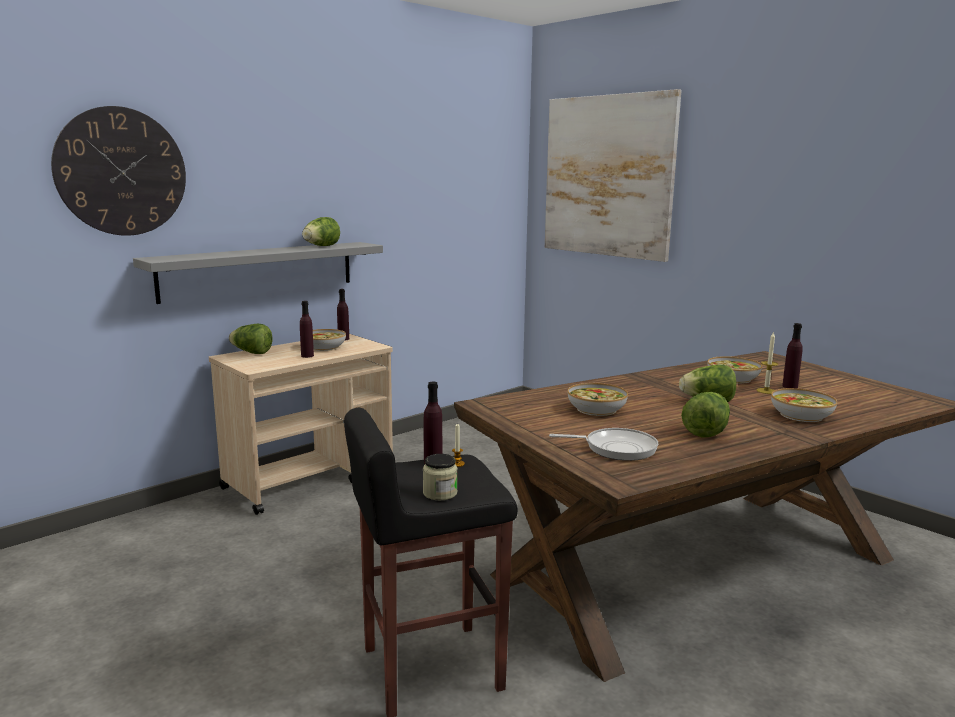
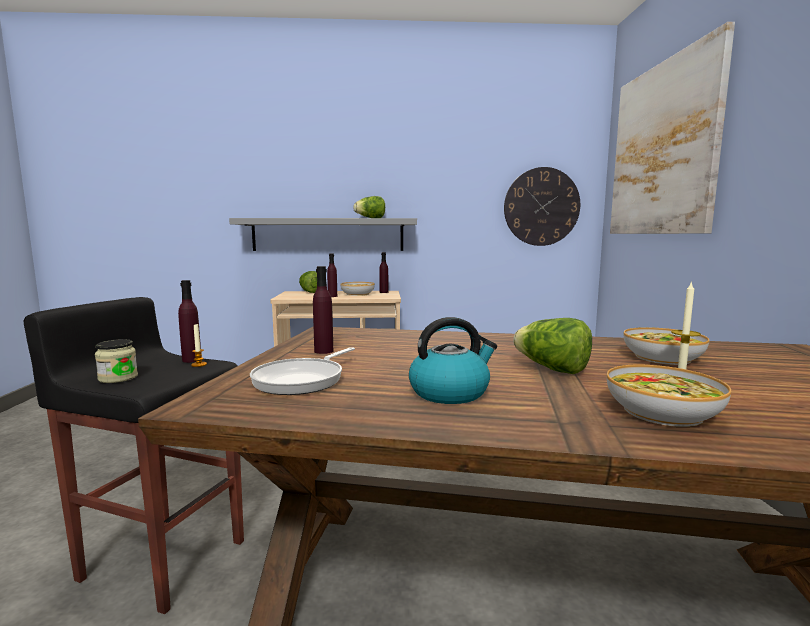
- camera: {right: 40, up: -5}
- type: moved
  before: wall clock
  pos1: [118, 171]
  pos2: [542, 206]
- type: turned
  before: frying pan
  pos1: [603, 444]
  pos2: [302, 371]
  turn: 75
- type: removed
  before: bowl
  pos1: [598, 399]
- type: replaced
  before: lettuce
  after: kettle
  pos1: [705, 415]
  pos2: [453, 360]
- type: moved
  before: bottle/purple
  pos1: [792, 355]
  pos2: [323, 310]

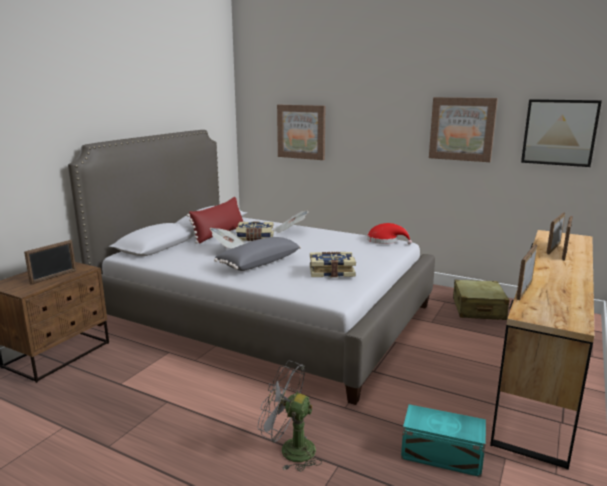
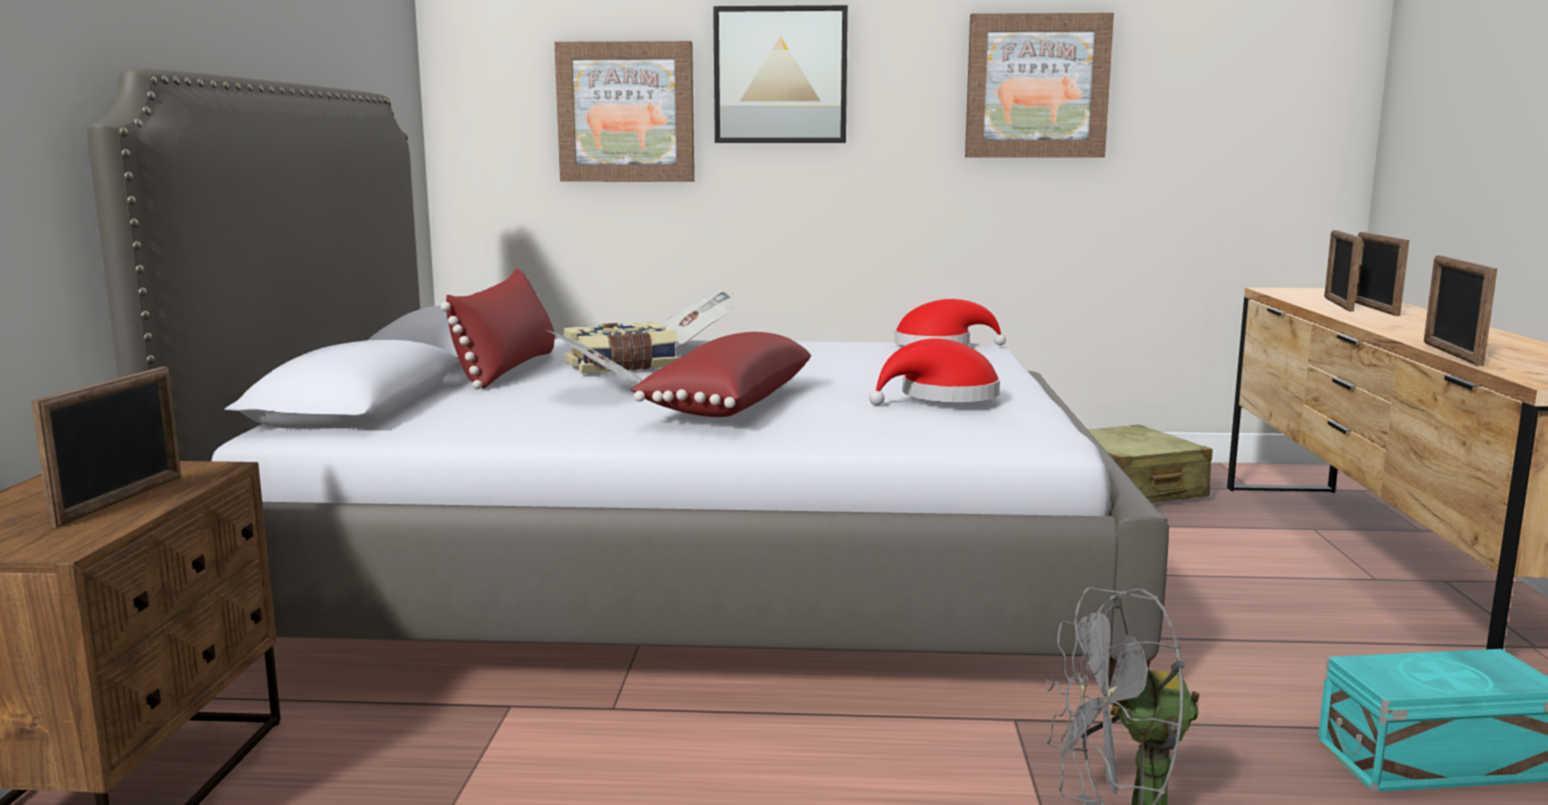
- camera: {right: -25, up: -5}
- type: recoloured
  before: pillow/grey
  after: pillow/red
  pos1: [257, 254]
  pos2: [721, 374]
- type: replaced
  before: book
  after: hat/red
  pos1: [333, 265]
  pos2: [934, 371]
- type: moved
  before: picture
  pos1: [561, 133]
  pos2: [780, 74]

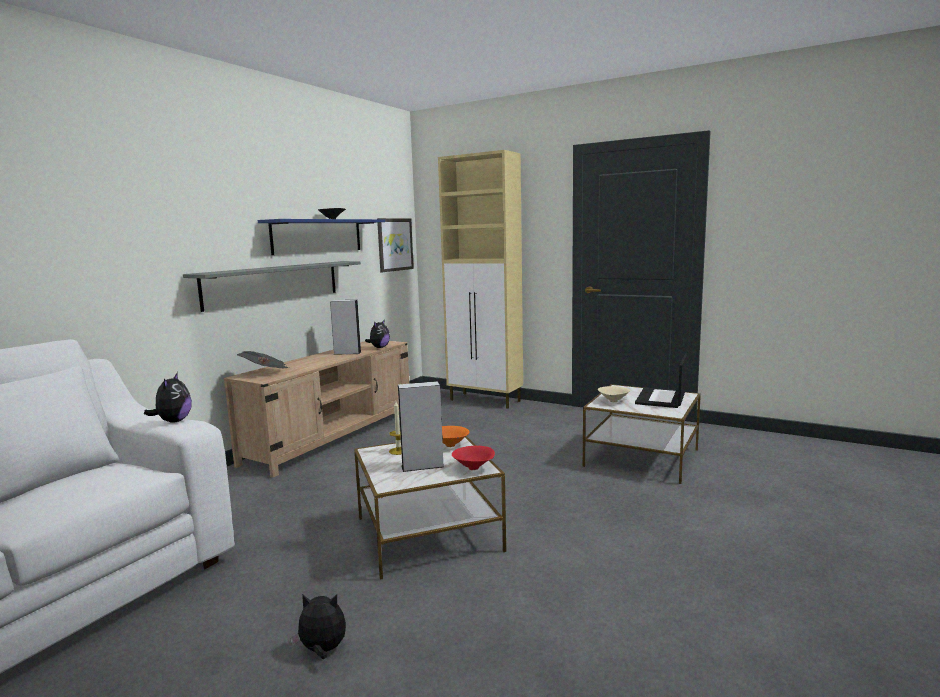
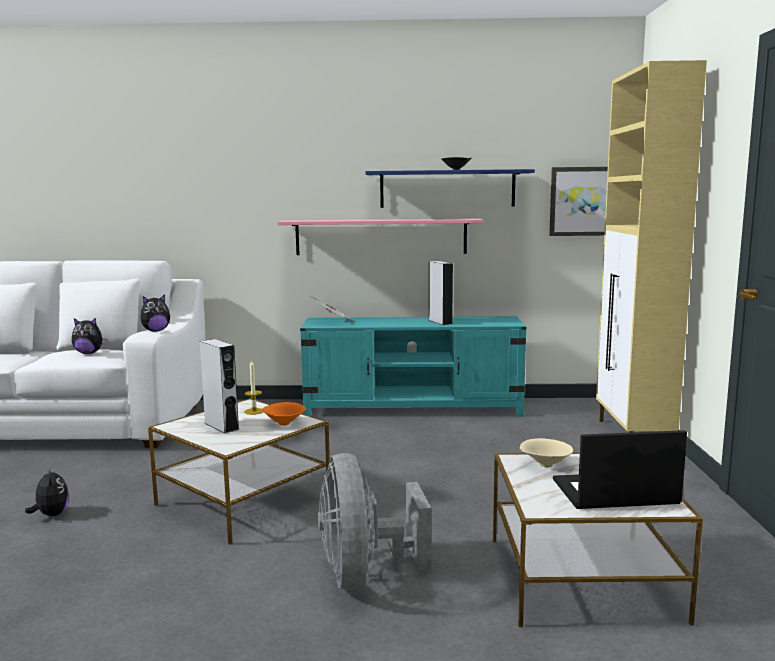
- camera: {right: 60, up: 0}
- type: recoloured
  before: shelf/grey
  after: shelf/pink
  pos1: [272, 286]
  pos2: [380, 237]
- type: recoloured
  before: tv stand/beige
  after: tv stand/turquoise
  pos1: [316, 409]
  pos2: [413, 366]
- type: moved
  before: plush toy
  pos1: [377, 333]
  pos2: [90, 336]
- type: removed
  before: bowl/red
  pos1: [473, 458]
- type: added
  after: fan/grey
  pos2: [374, 521]

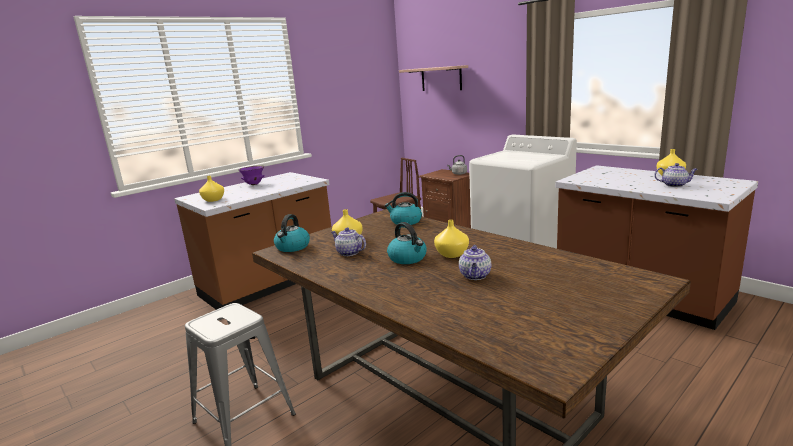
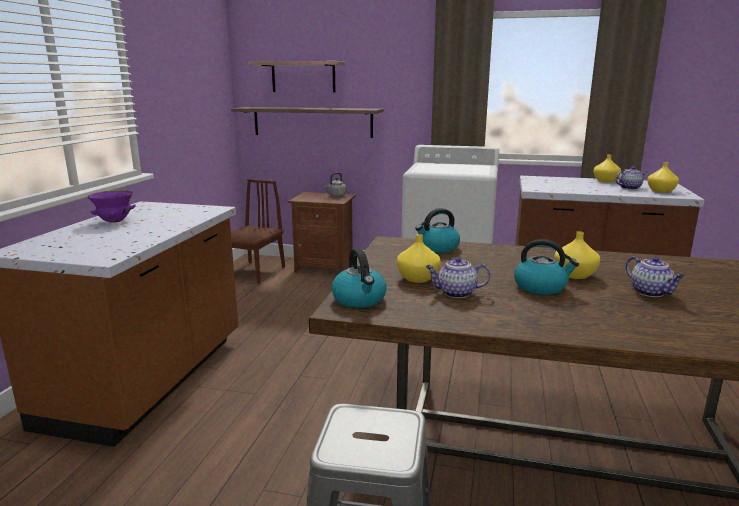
- camera: {right: -35, up: 0}
- type: moved
  before: vase/yellow
  pos1: [211, 189]
  pos2: [663, 177]
- type: added
  after: shelf
  pos2: [307, 122]

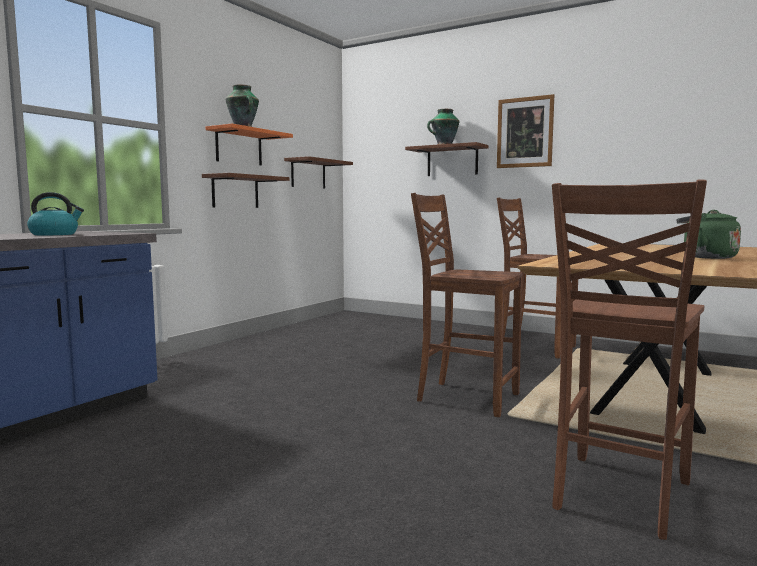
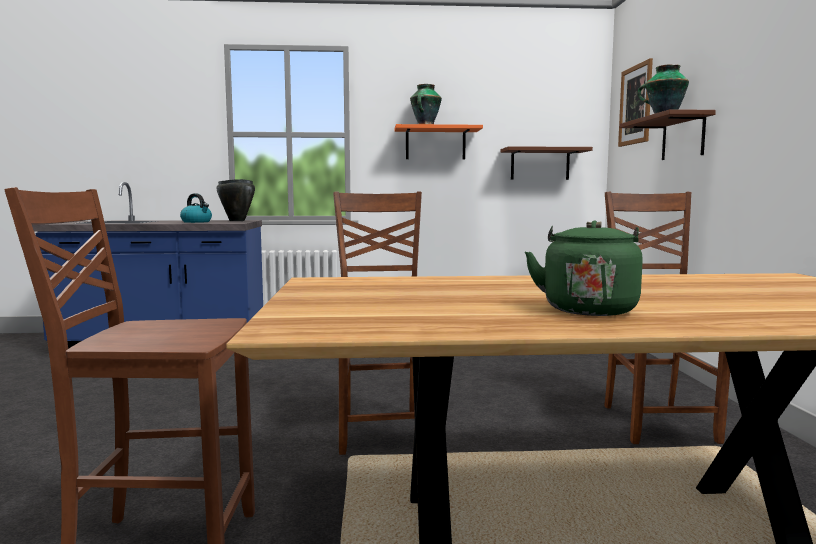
- camera: {right: 55, up: 0}
- type: removed
  before: shelf/brown
  pos1: [245, 190]
- type: moved
  before: picture
  pos1: [525, 131]
  pos2: [635, 102]
- type: added
  after: cooking pot/black
  pos2: [236, 200]

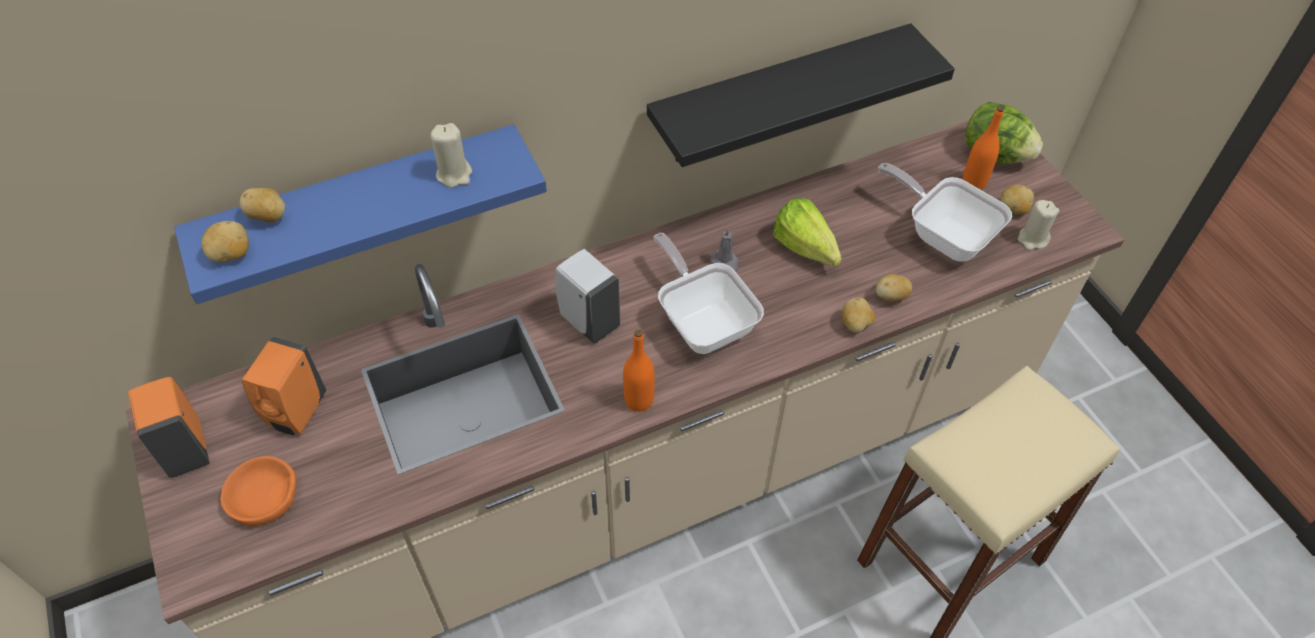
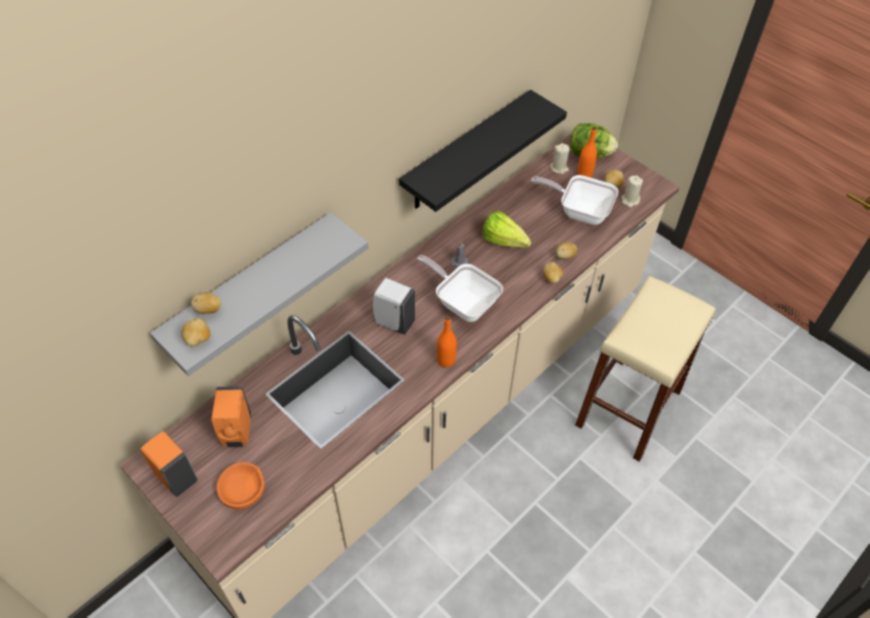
- camera: {right: -20, up: 0}
- type: recoloured
  before: shelf/blue
  after: shelf/grey
  pos1: [360, 214]
  pos2: [259, 294]
- type: moved
  before: candle/beige
  pos1: [451, 155]
  pos2: [560, 158]

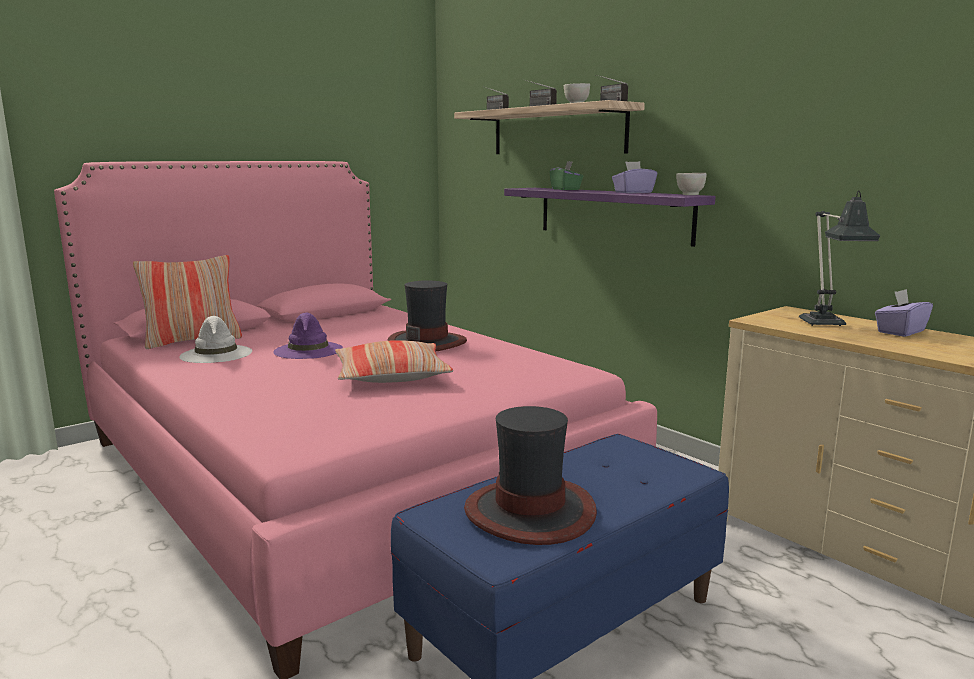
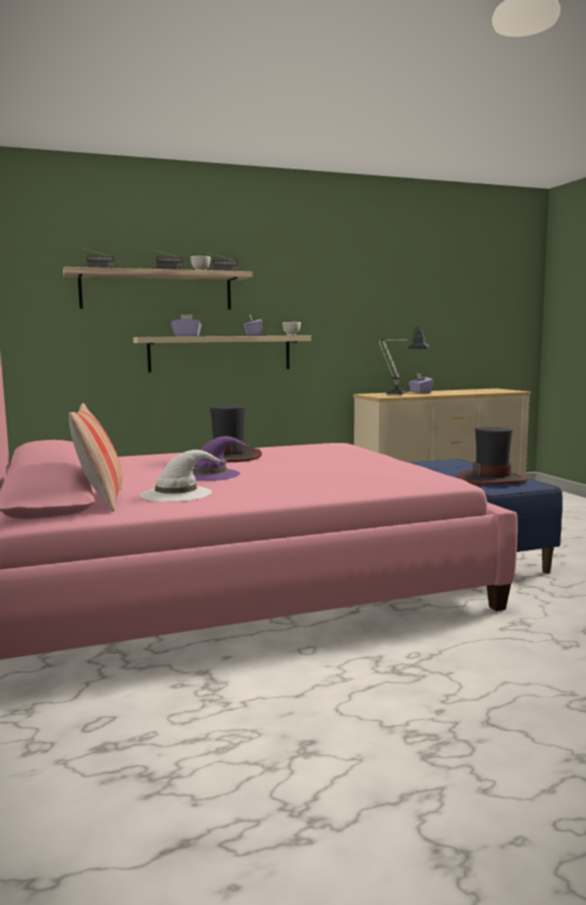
- camera: {right: -70, up: -5}
- type: removed
  before: pillow
  pos1: [394, 361]
- type: recoloured
  before: shelf/purple
  after: shelf/beige
  pos1: [610, 217]
  pos2: [222, 354]
- type: recoloured
  before: tissue box/green
  after: tissue box/purple
  pos1: [566, 175]
  pos2: [186, 325]

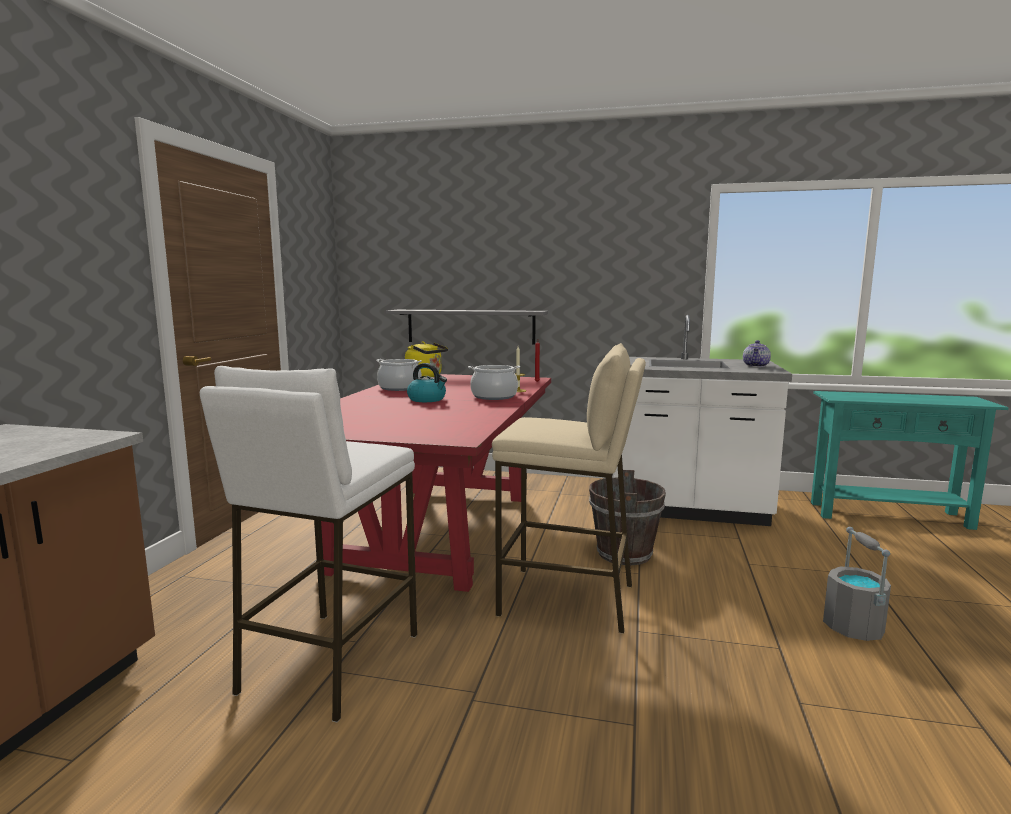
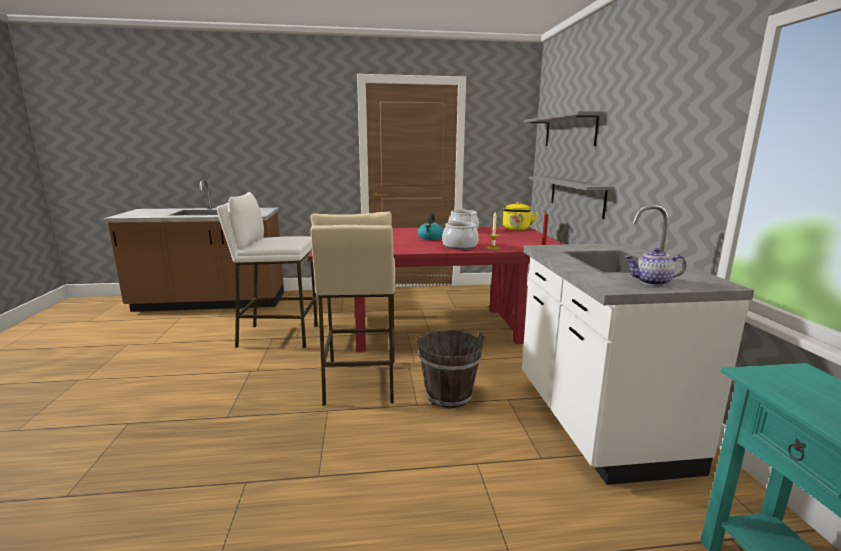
- camera: {right: 70, up: 5}
- type: removed
  before: bucket/grey
  pos1: [857, 584]
- type: added
  after: shelf/grey
  pos2: [565, 128]

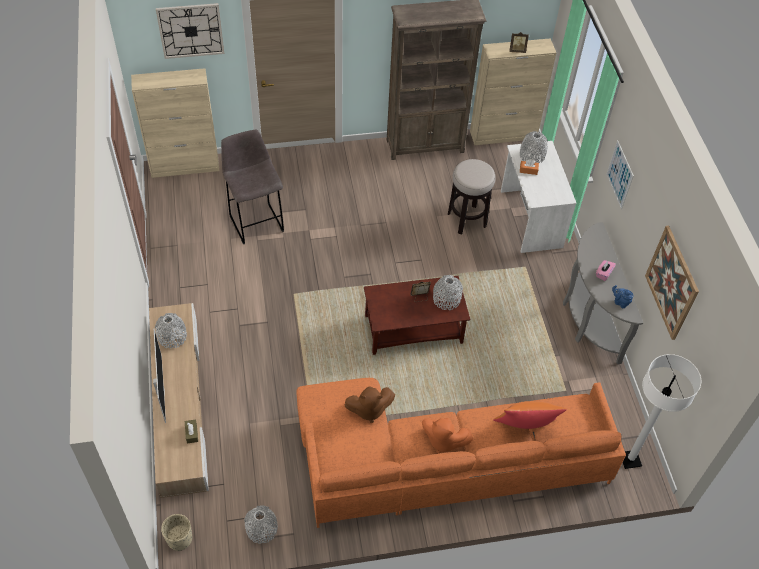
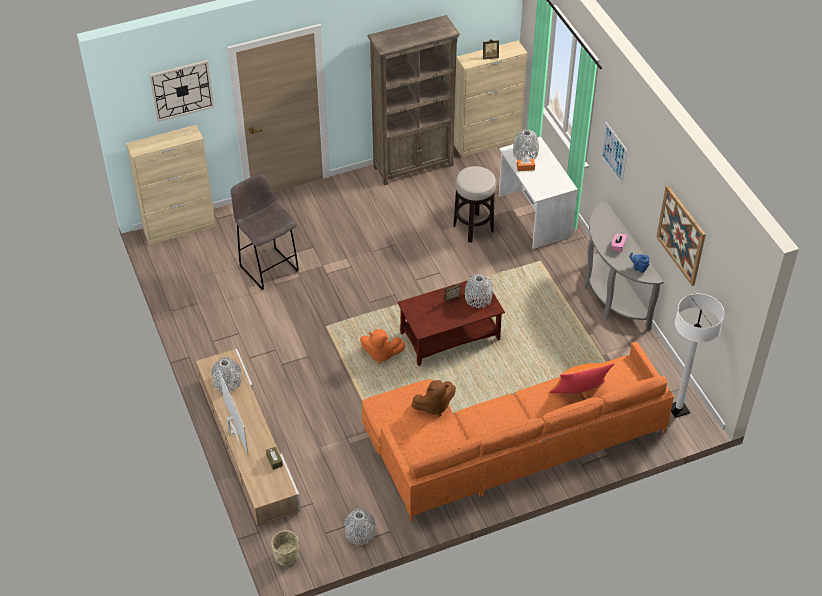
- camera: {right: -10, up: -5}
- type: moved
  before: plush toy/orange
  pos1: [447, 436]
  pos2: [383, 346]

